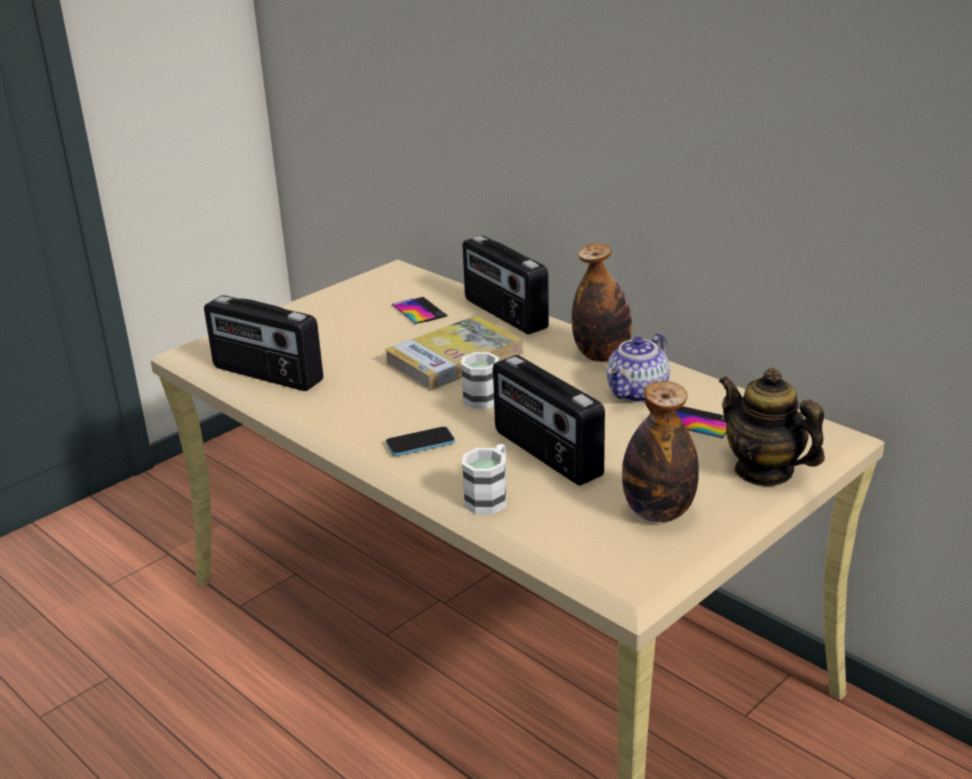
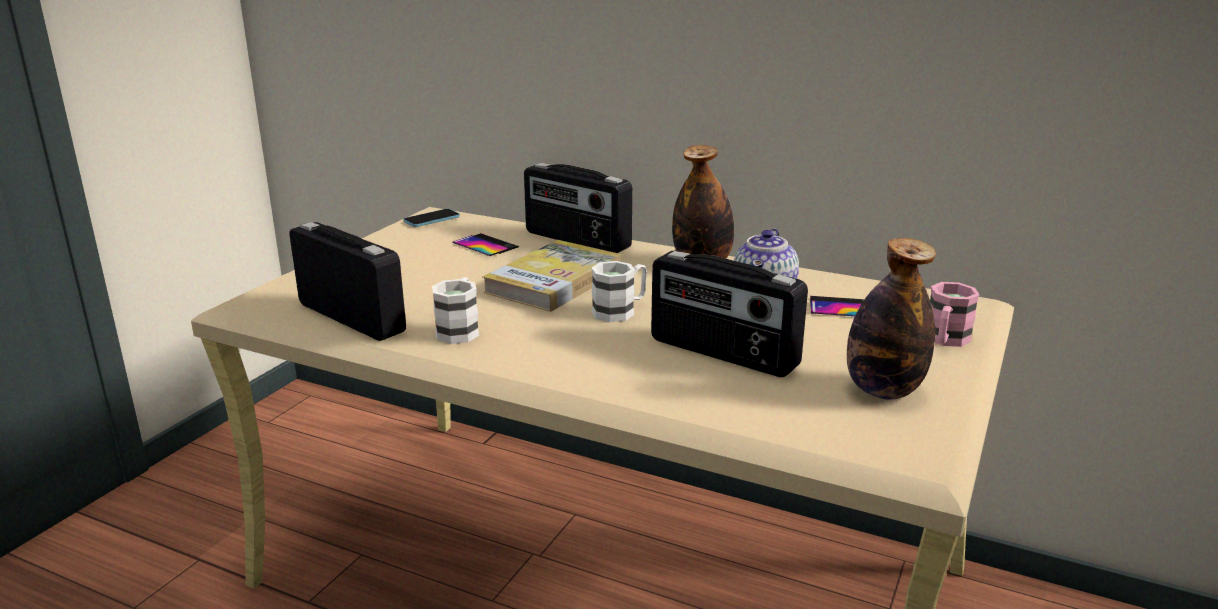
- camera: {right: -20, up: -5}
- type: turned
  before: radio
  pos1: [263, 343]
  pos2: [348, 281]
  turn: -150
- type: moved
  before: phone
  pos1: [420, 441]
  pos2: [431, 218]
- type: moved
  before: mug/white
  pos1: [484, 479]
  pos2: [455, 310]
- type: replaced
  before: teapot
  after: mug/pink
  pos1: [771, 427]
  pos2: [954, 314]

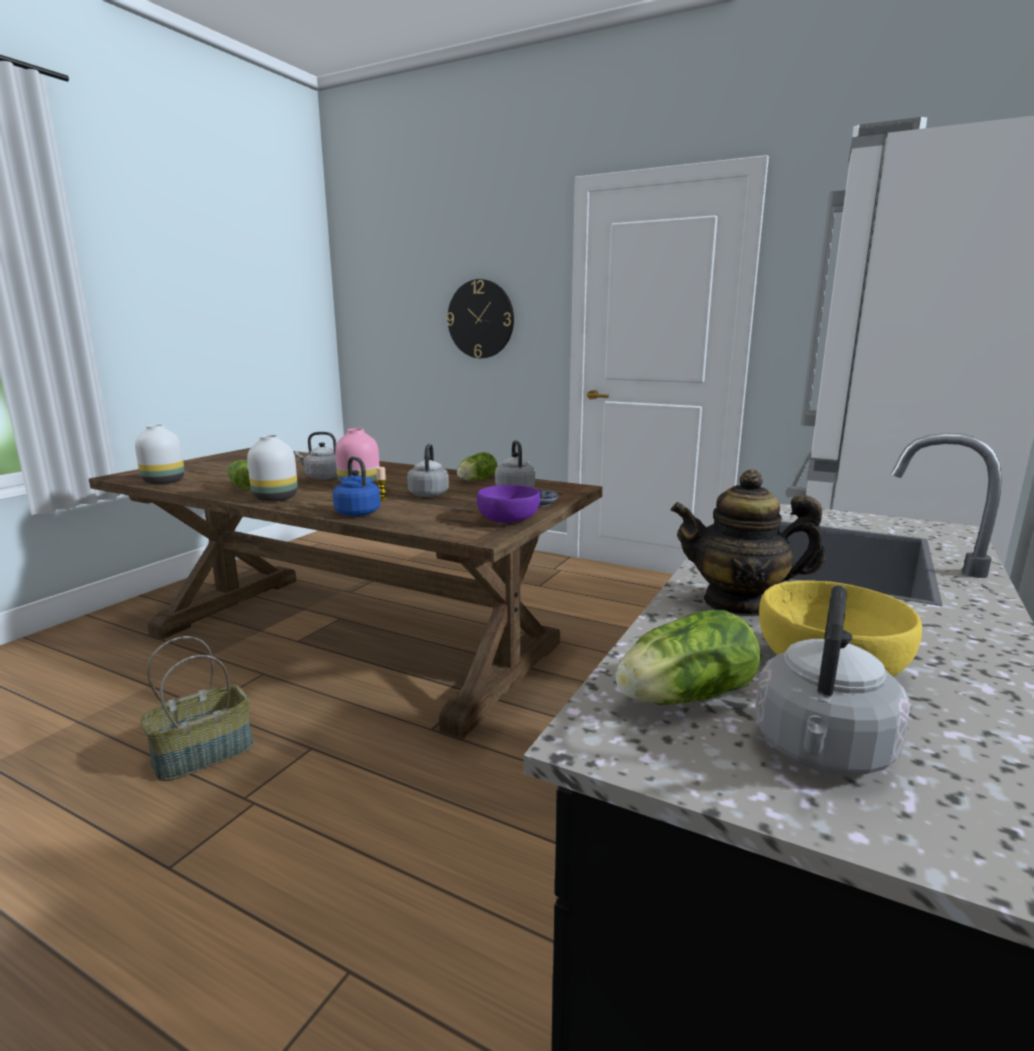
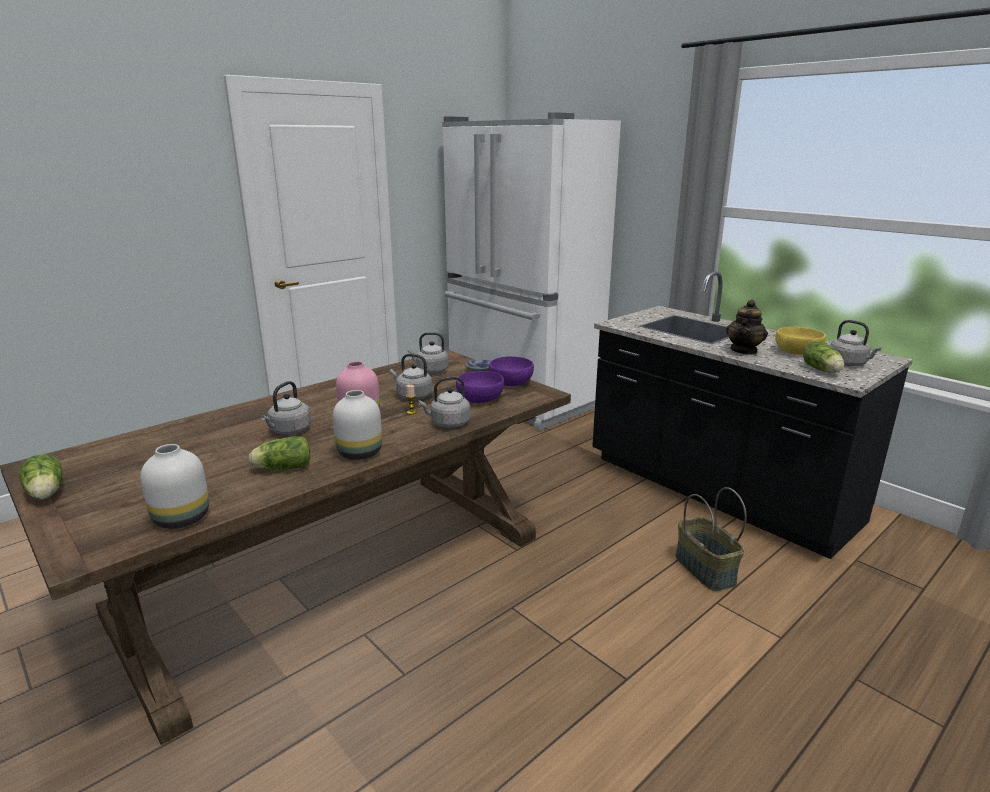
- camera: {right: -70, up: 5}
- type: moved
  before: basket
  pos1: [196, 708]
  pos2: [711, 539]
- type: recoloured
  before: kettle/blue
  after: kettle/grey
  pos1: [356, 486]
  pos2: [444, 402]
- type: removed
  before: wall clock
  pos1: [480, 318]
- type: moved
  before: lettuce
  pos1: [477, 466]
  pos2: [40, 477]
- type: added
  after: bowl/purple
  pos2: [480, 387]

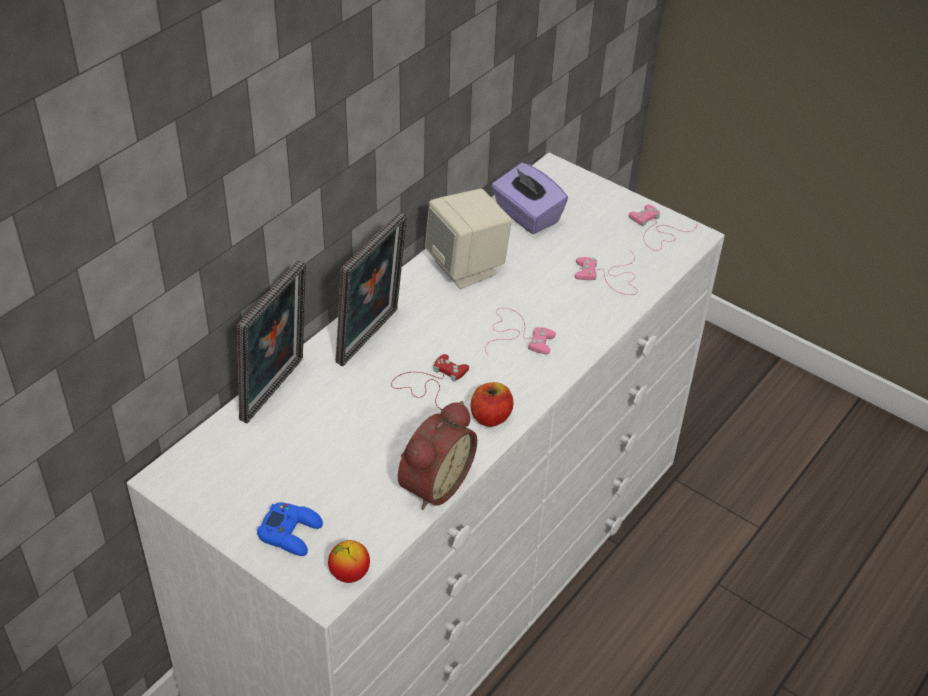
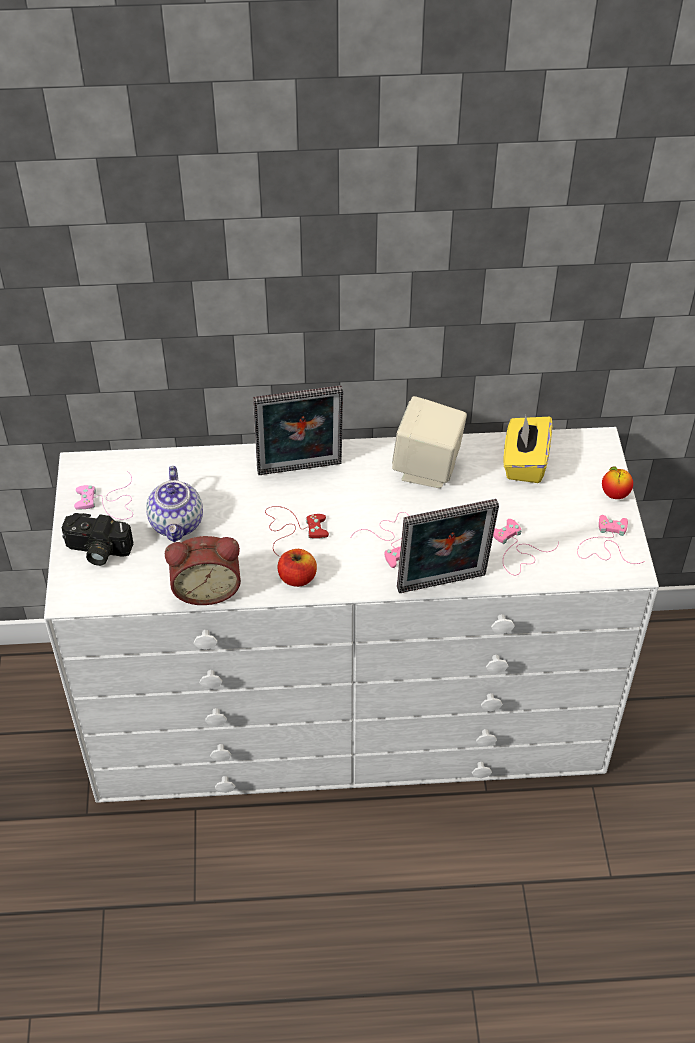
- camera: {right: 50, up: 5}
- type: moved
  before: picture frame
  pos1: [271, 342]
  pos2: [448, 546]
- type: replaced
  before: game controller/blue
  after: photo camera
  pos1: [290, 529]
  pos2: [97, 539]
- type: moved
  before: apple
  pos1: [349, 561]
  pos2: [617, 482]
- type: recoloured
  before: tissue box/purple
  after: tissue box/yellow
  pos1: [529, 198]
  pos2: [528, 449]
- type: added
  after: game controller/pink
  pos2: [103, 495]
- type: added
  after: teapot
  pos2: [174, 504]

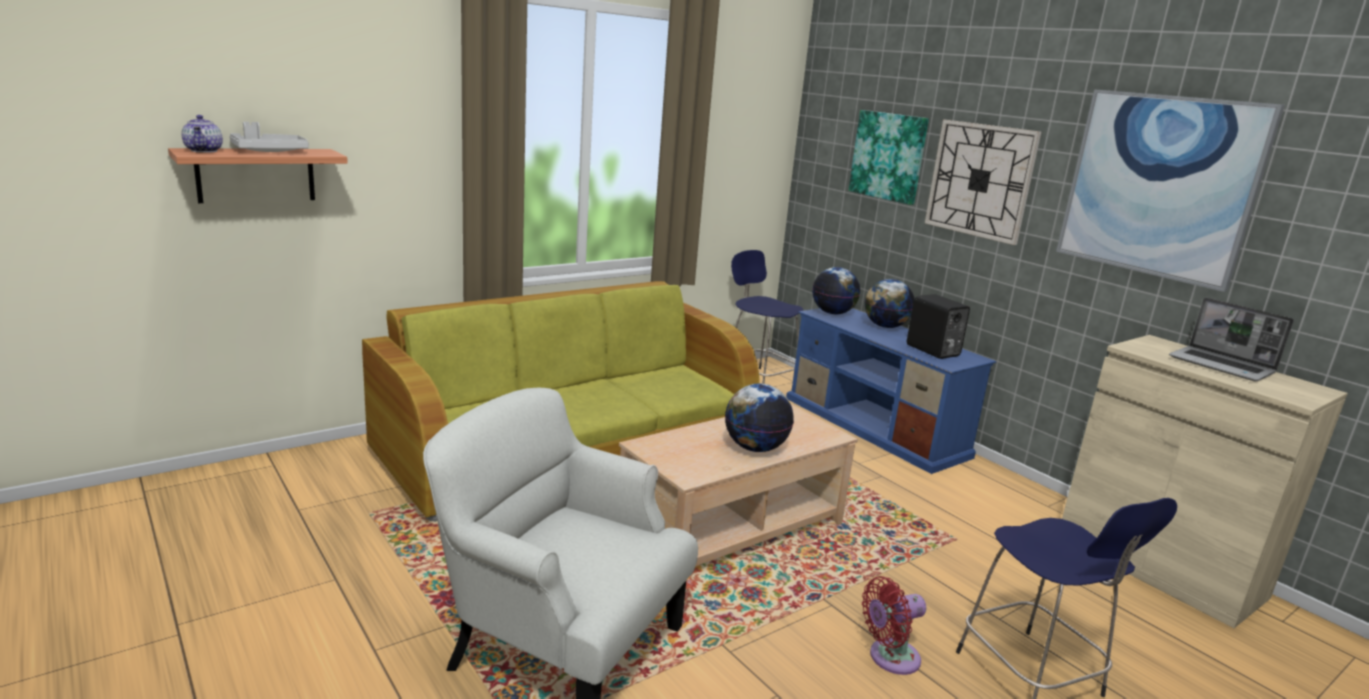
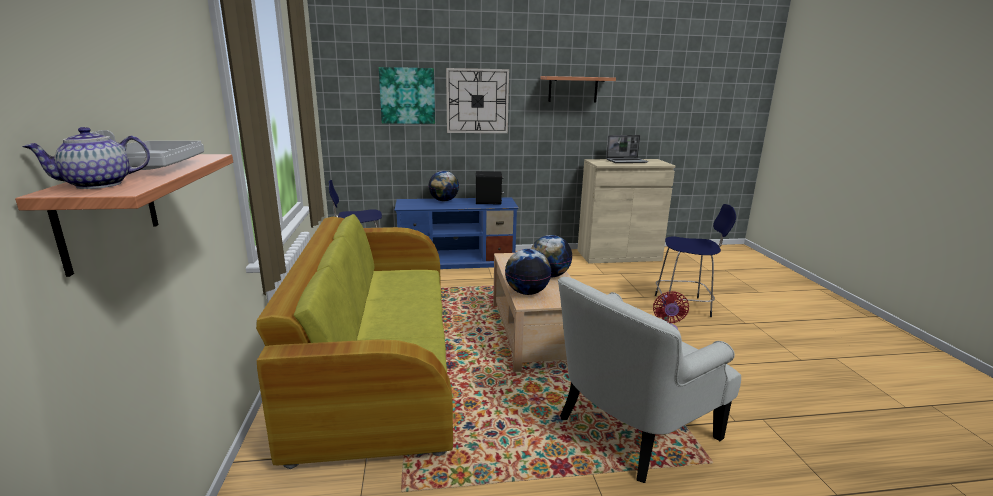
- camera: {right: -60, up: 0}
- type: turned
  before: teapot
  pos1: [202, 134]
  pos2: [86, 158]
  turn: 135
- type: moved
  before: globe
  pos1: [836, 290]
  pos2: [528, 272]
- type: replaced
  before: picture
  after: shelf
  pos1: [1170, 190]
  pos2: [578, 89]

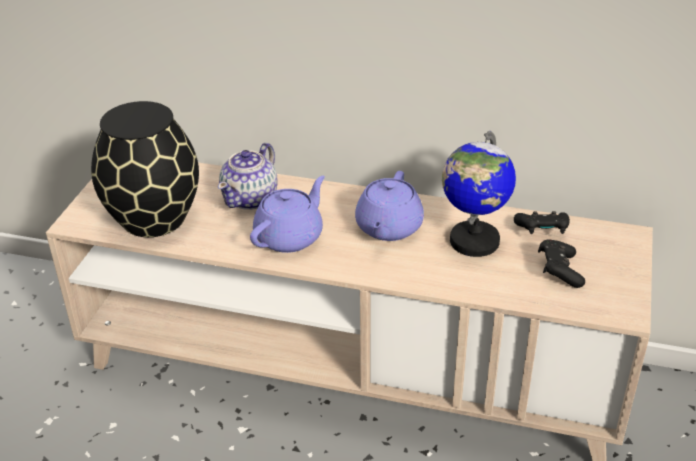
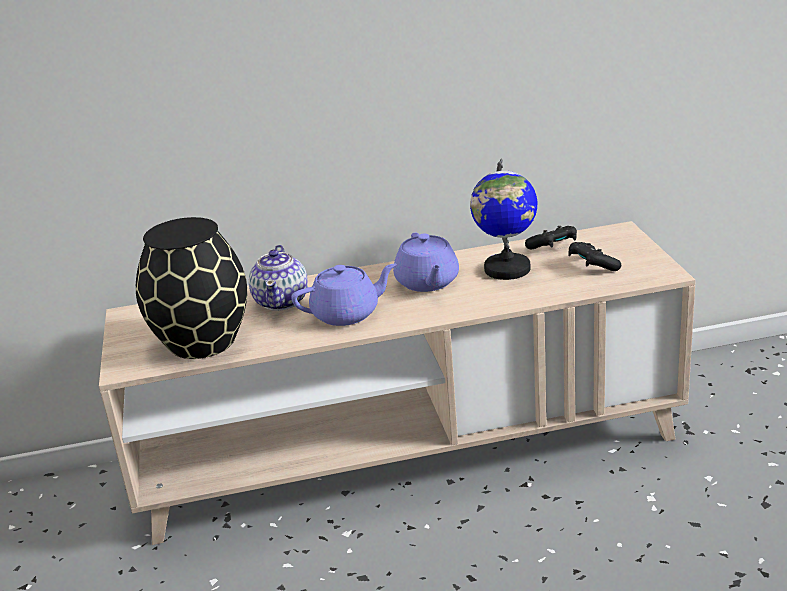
- camera: {right: -25, up: -10}
- type: turned
  before: teapot/purple
  pos1: [287, 214]
  pos2: [344, 295]
  turn: 60

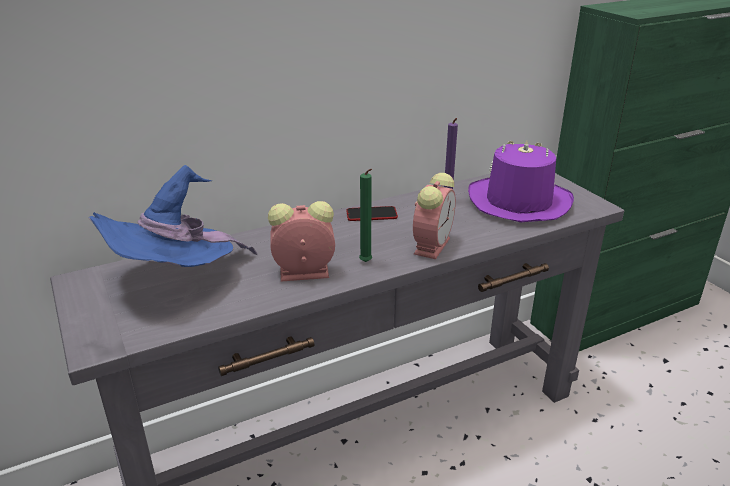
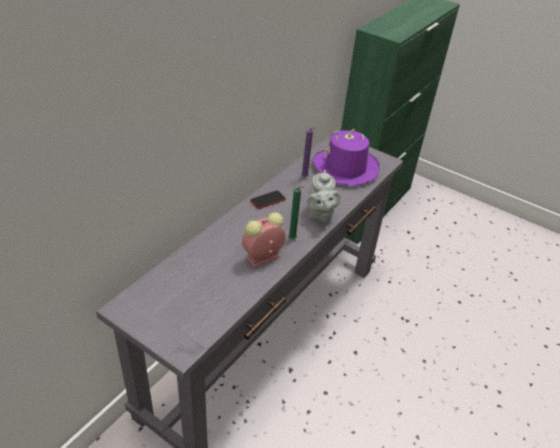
- camera: {right: -30, up: 10}
- type: removed
  before: hat/blue
  pos1: [172, 216]
- type: replaced
  before: alarm clock
  after: teapot/grey
  pos1: [434, 216]
  pos2: [323, 196]

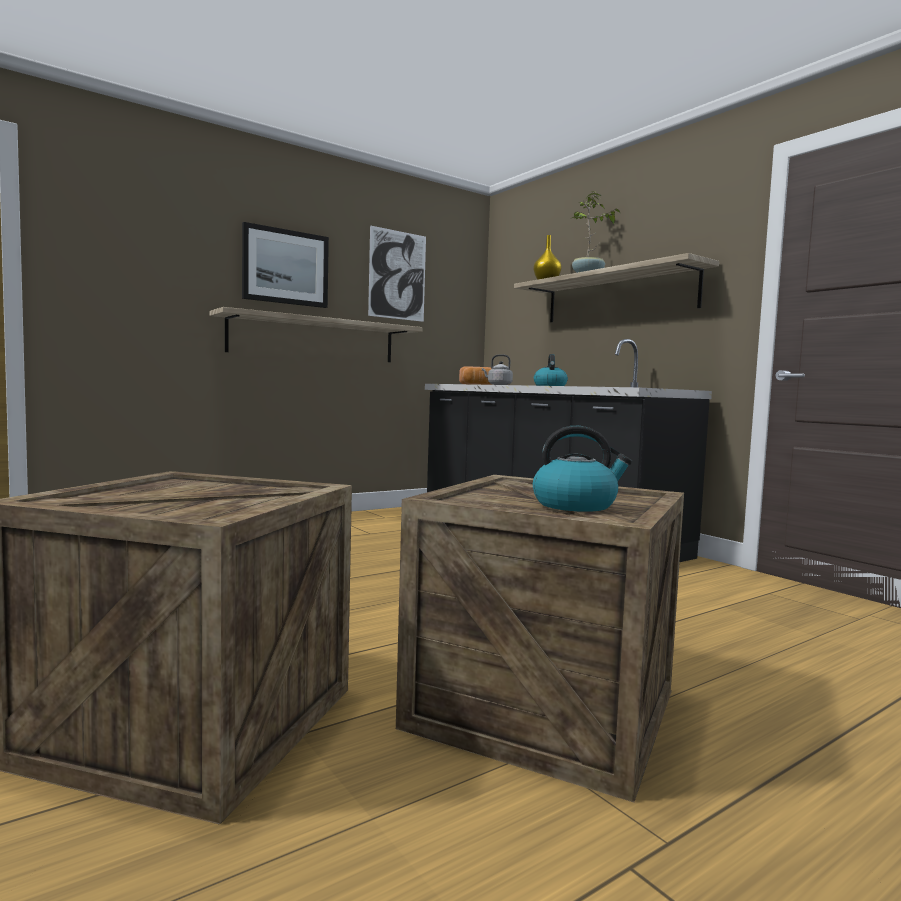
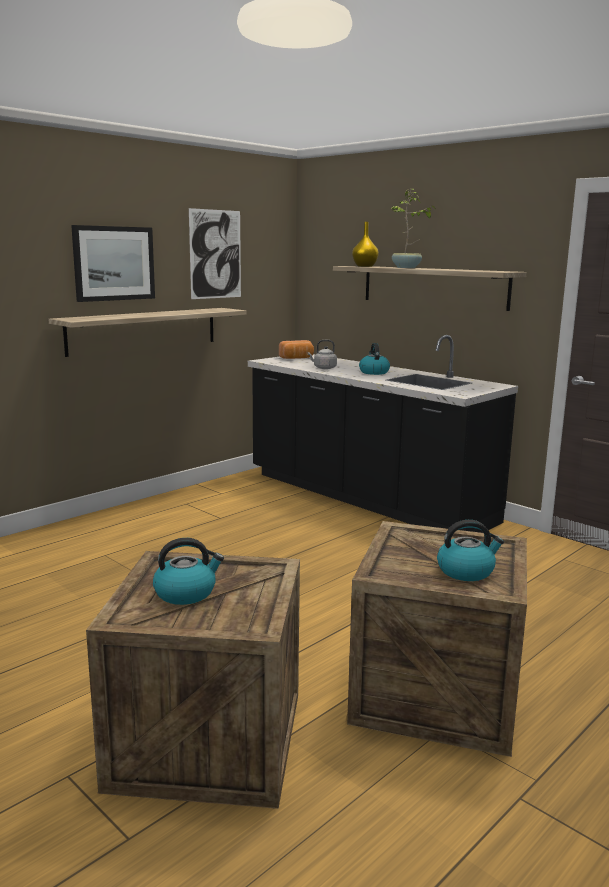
- camera: {right: -10, up: 10}
- type: added
  after: kettle
  pos2: [188, 571]

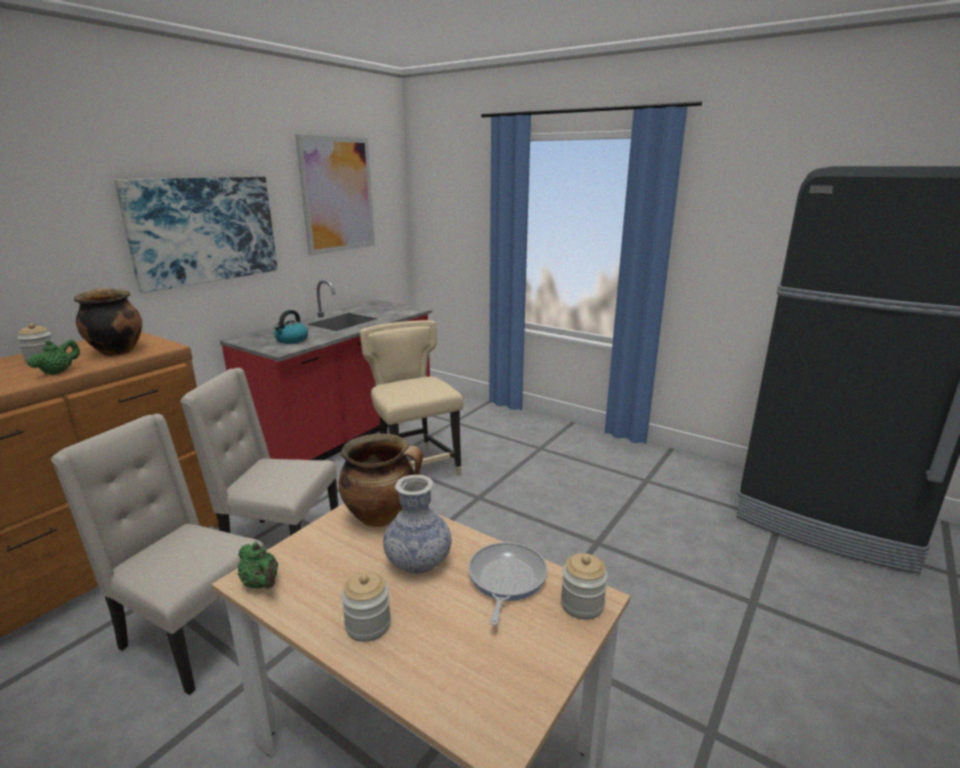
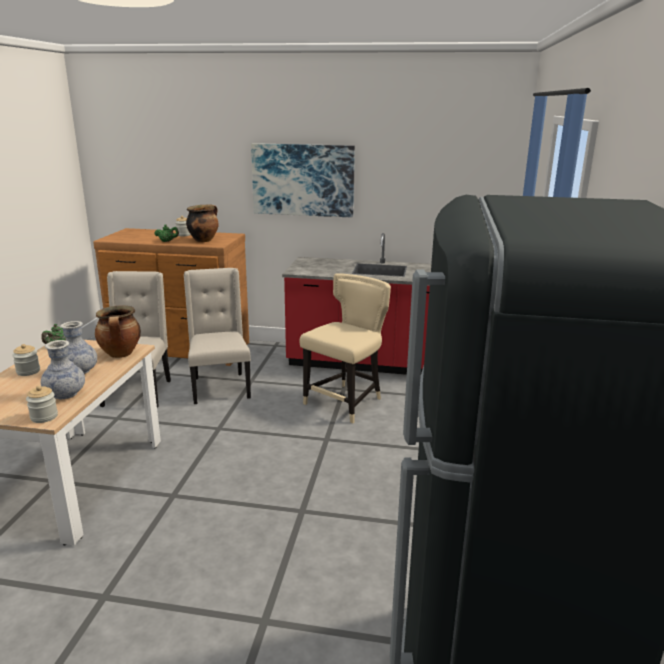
- camera: {right: 65, up: 0}
- type: removed
  before: kettle
  pos1: [291, 327]
- type: removed
  before: picture
  pos1: [335, 195]
- type: replaced
  before: frying pan
  after: vase
  pos1: [507, 584]
  pos2: [63, 369]

